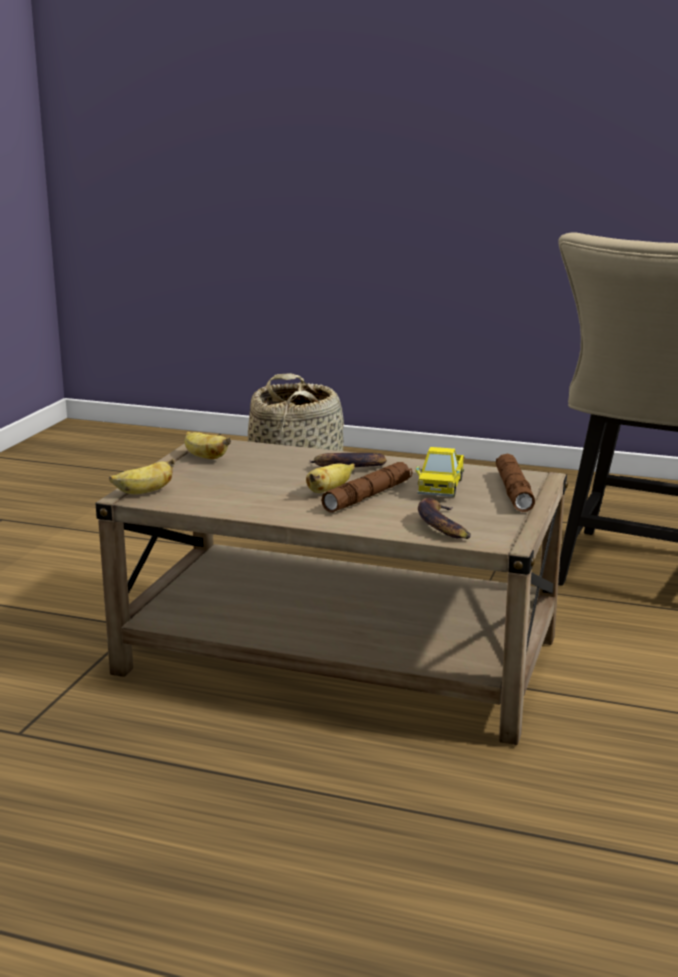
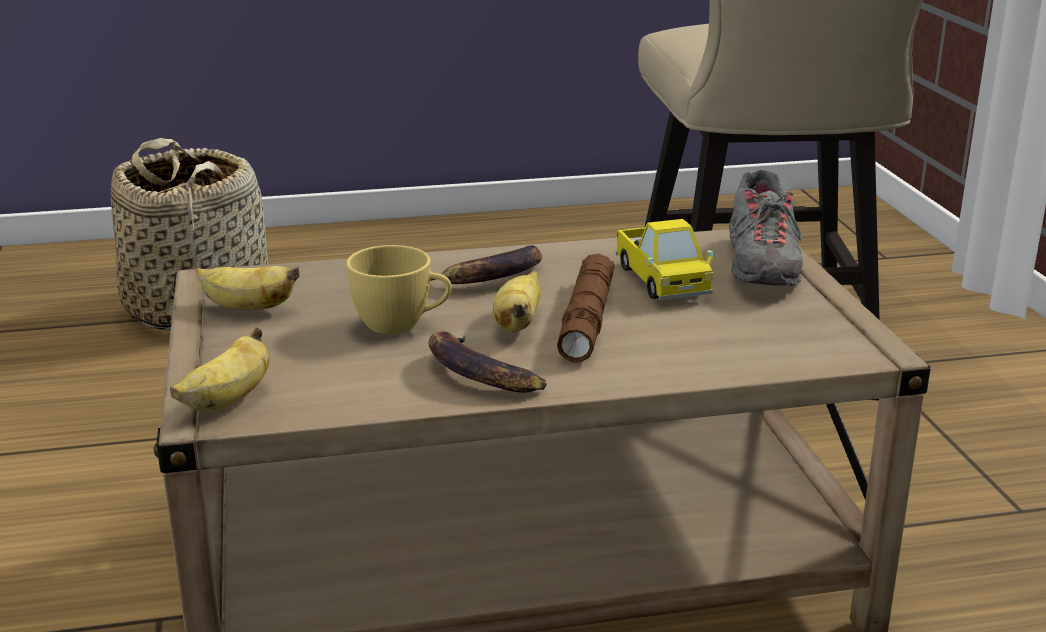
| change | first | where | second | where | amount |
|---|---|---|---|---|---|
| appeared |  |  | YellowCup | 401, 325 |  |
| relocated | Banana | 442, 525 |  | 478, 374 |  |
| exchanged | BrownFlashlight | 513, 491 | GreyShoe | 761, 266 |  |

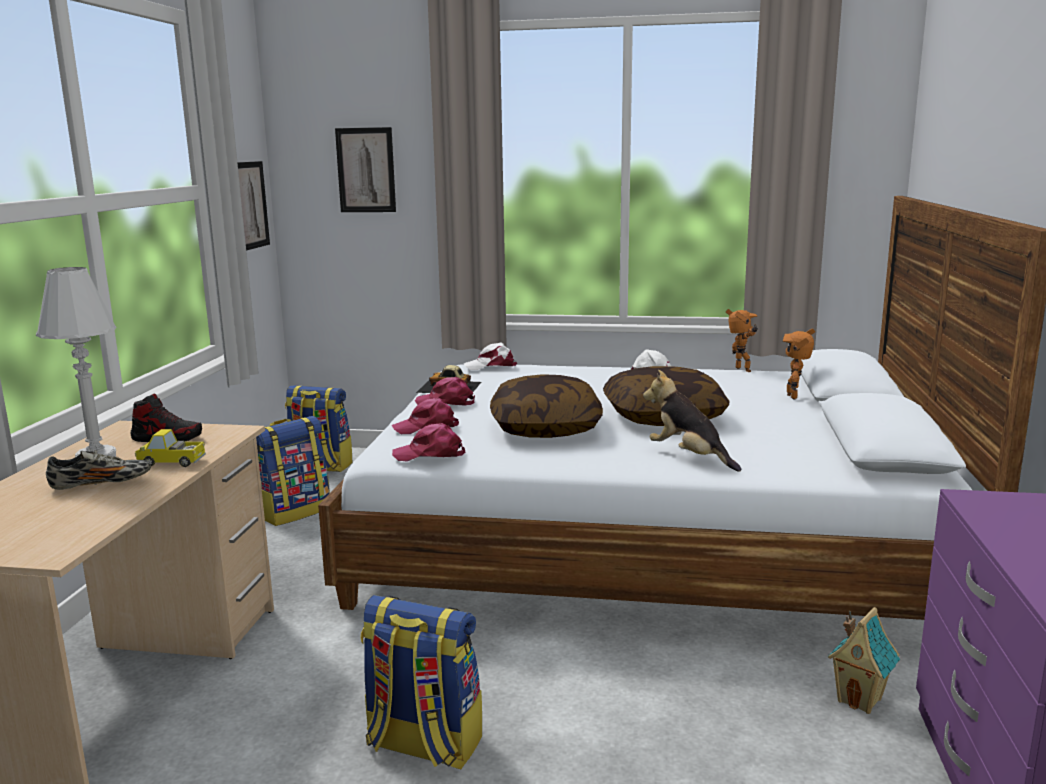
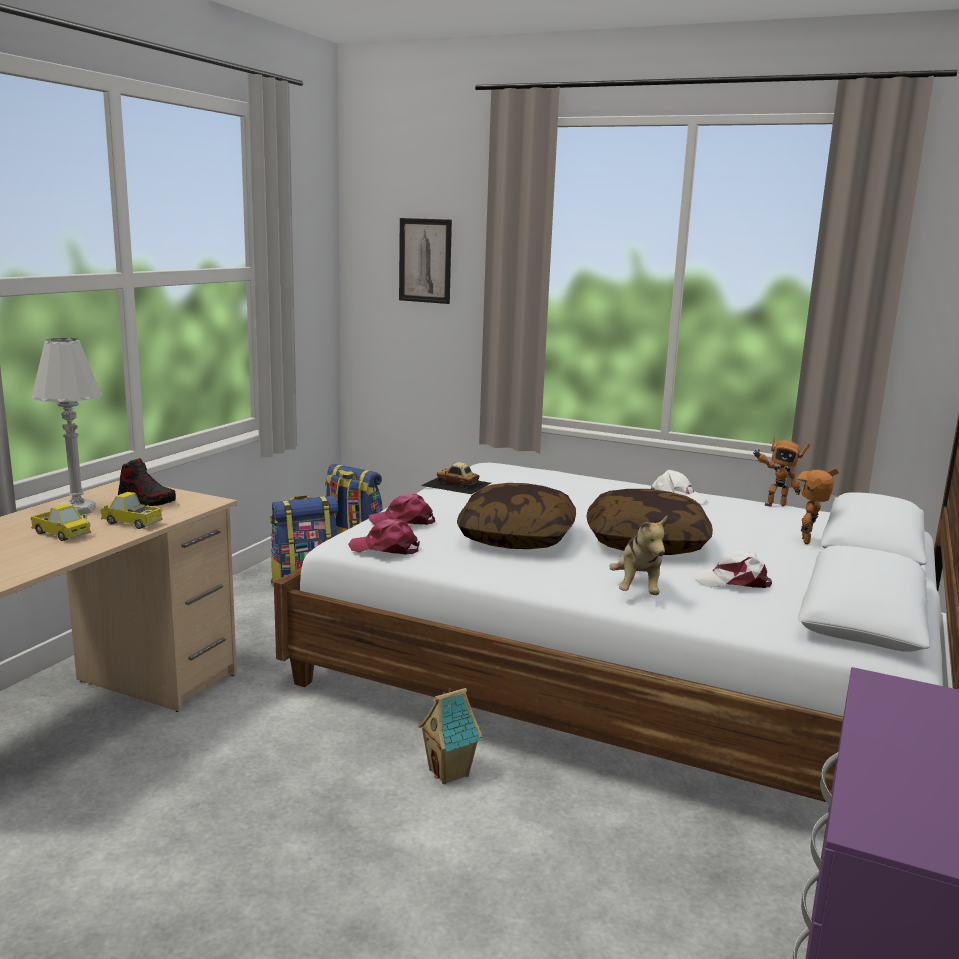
| change | first | where | second | where | amount |
|---|---|---|---|---|---|
| exchanged | Shoe | 101, 484 | ToyTruck | 61, 534 |  |
| relocated | ToyHouse | 860, 700 |  | 450, 772 |  |
| spun | PlushToy | 689, 457 |  | 637, 589 | 150 degrees counterclockwise |
| relocated | WhiteCap | 491, 366 |  | 733, 582 |  |
| spun | ToyRobot | 741, 370 |  | 774, 504 | 105 degrees clockwise |
| missing | Picture | 251, 205 |  |  |  |
| missing | Backpack | 422, 744 |  |  |  |
| missing | PinkCap | 446, 402 |  |  |  |

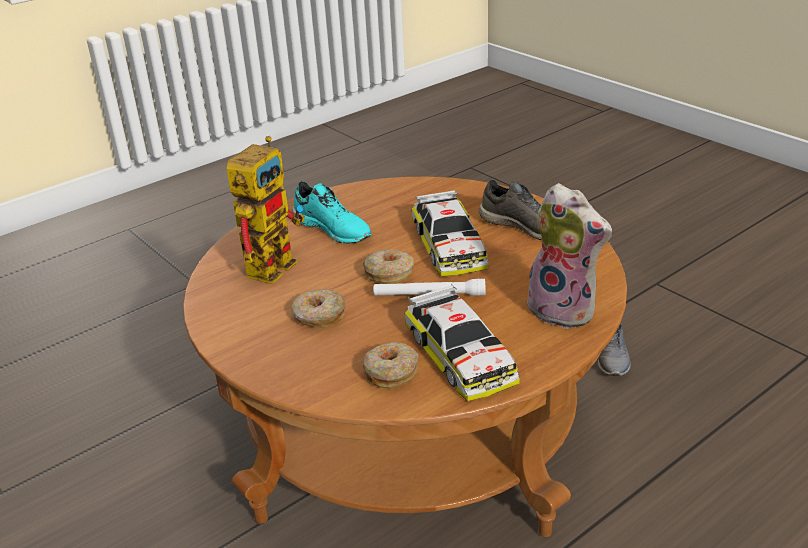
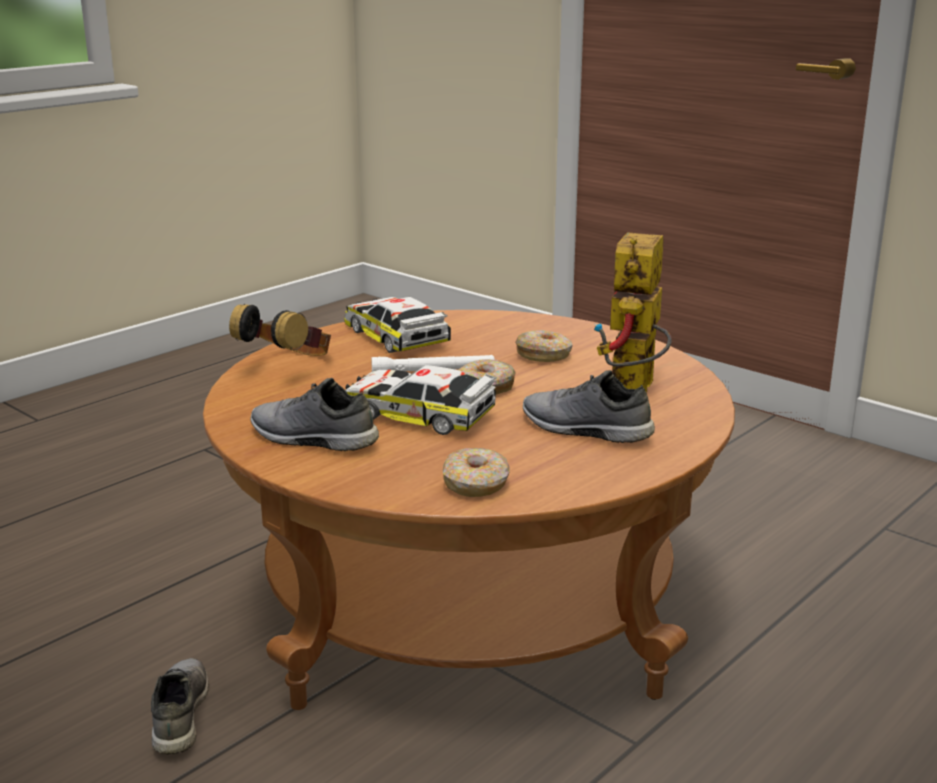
| change | first | where | second | where | amount |
|---|---|---|---|---|---|
| exchanged | PlushToy | 565, 310 | Headphones | 288, 366 |  |
| spun | ToyCar | 449, 246 |  | 417, 415 | 45 degrees counterclockwise |
| relocated | Donut | 391, 372 |  | 476, 484 |  |
| colour | TurquoiseShoe | 333, 229 | GreyShoe | 584, 430 |  |

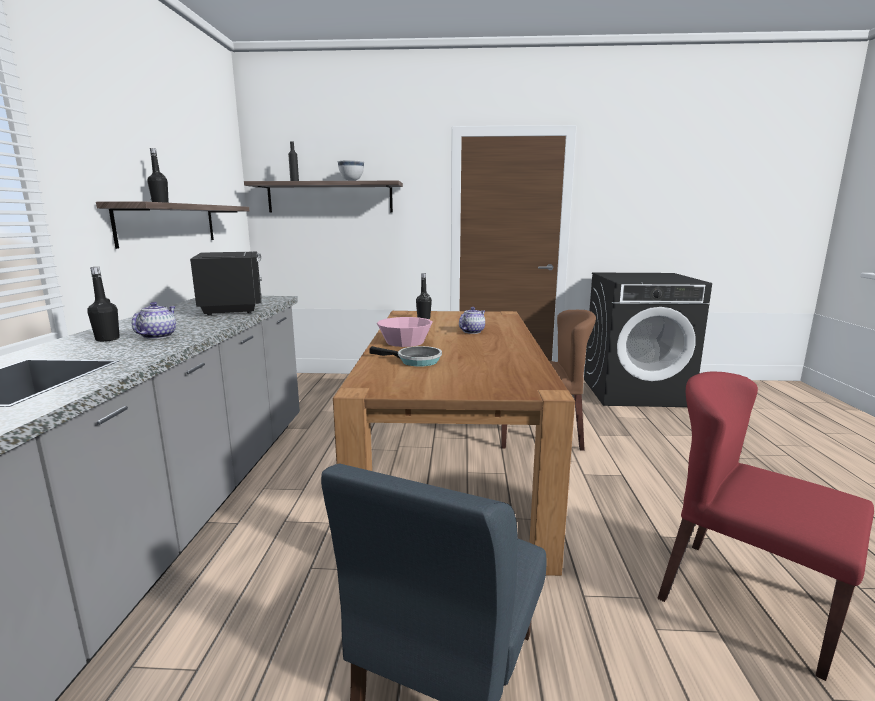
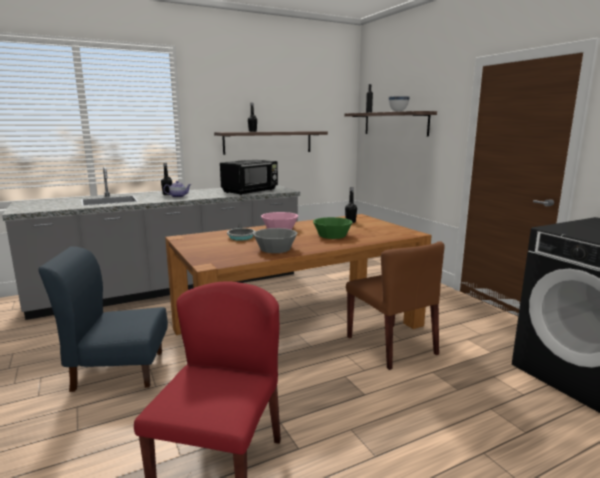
| change | first | where | second | where | amount |
|---|---|---|---|---|---|
| appeared |  |  | GreyBowl | 275, 249 |  |
| exchanged | Teapot | 472, 331 | GreenBowl | 332, 235 |  |

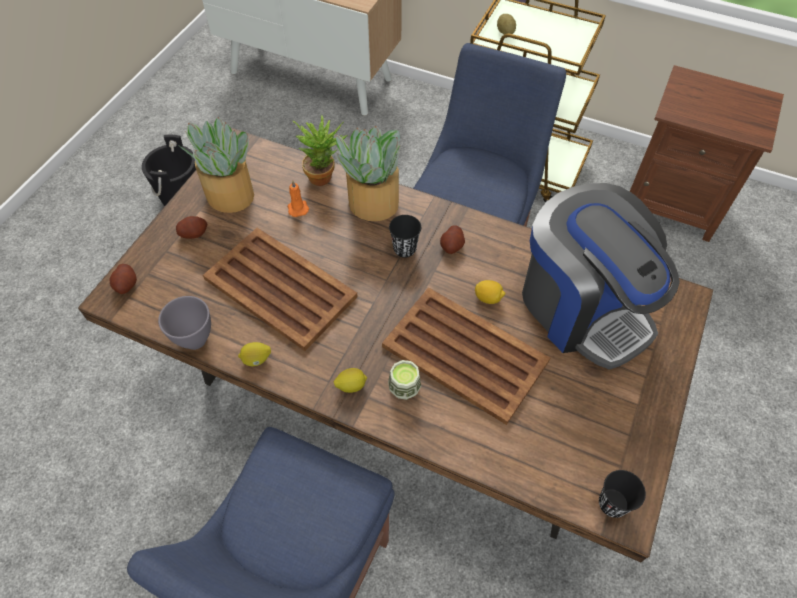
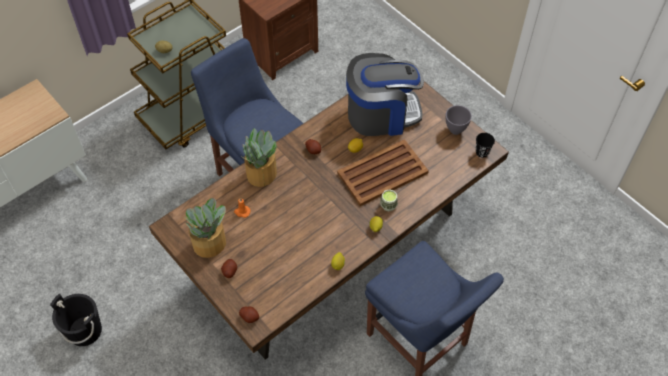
| change | first | where | second | where | amount |
|---|---|---|---|---|---|
| relocated | GreyBowl | 195, 339 |  | 455, 130 |  |
| missing | BrownTray | 279, 287 |  |  |  |
| missing | PottedPlant | 324, 175 |  |  |  |
| missing | BlackCup | 404, 249 |  |  |  |

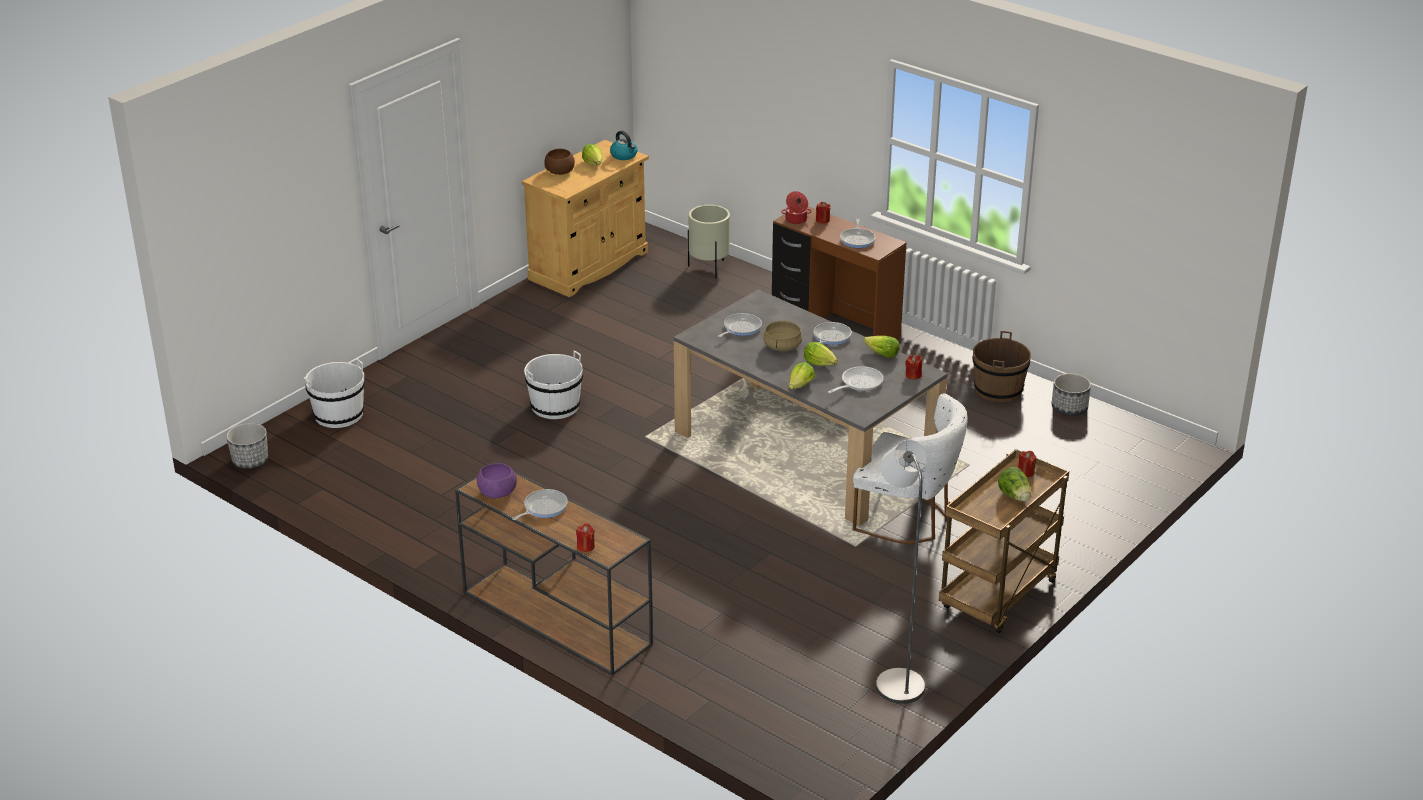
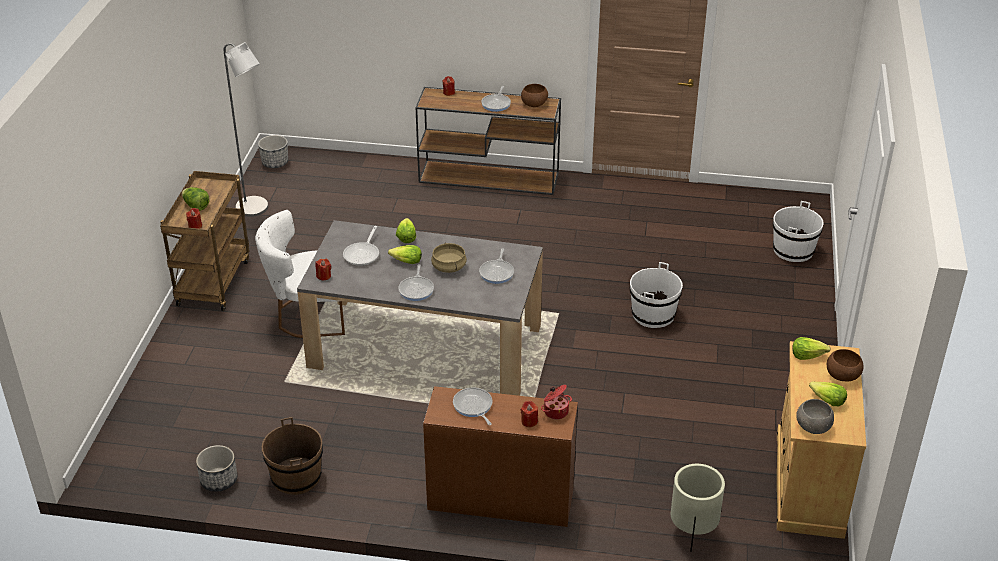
| change | first | where | second | where | amount |
|---|---|---|---|---|---|
| relocated | Planter | 250, 461 |  | 275, 163 |  |
| colour | PurpleBowl | 497, 492 | BrownBowl | 534, 103 |  |
| relocated | Lettuce | 881, 354 |  | 807, 355 |  |
| exchanged | Kettle | 624, 155 | GreyBowl | 813, 426 |  |

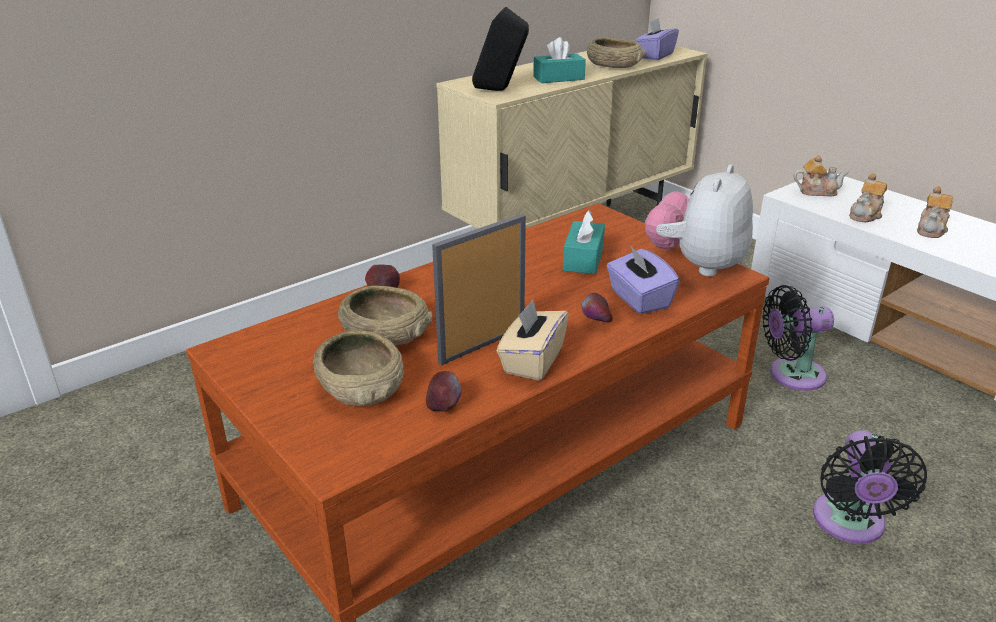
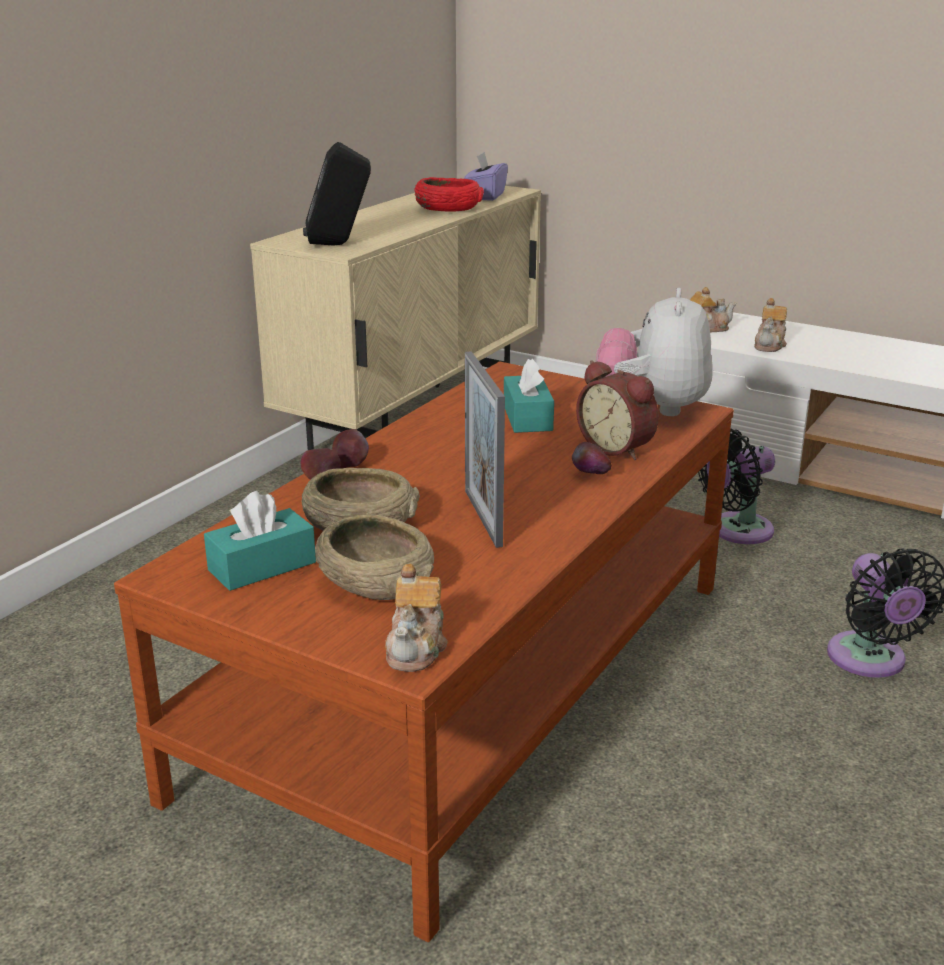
| change | first | where | second | where | amount |
|---|---|---|---|---|---|
| relocated | TurquoiseTissueBox | 558, 78 |  | 262, 566 |  |
| relocated | Apple | 443, 406 |  | 350, 464 |  |
| relocated | Teapot | 931, 230 |  | 417, 648 |  |
| colour | BeigeBowl | 613, 65 | RedBowl | 448, 209 |  |
| spun | PictureFrame | 482, 345 |  | 483, 517 | 45 degrees counterclockwise |
| exchanged | PurpleTissueBox | 639, 299 | AlarmClock | 618, 448 |  |
| missing | BeigeTissueBox | 532, 361 |  |  |  |

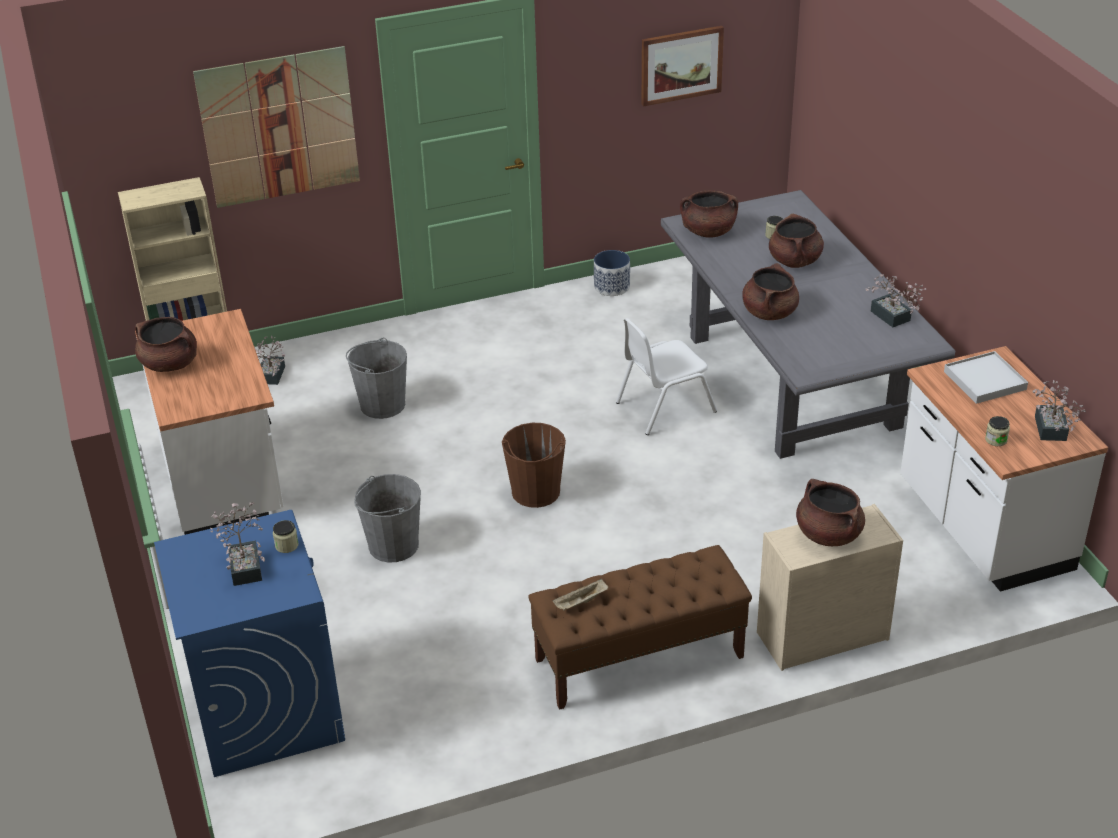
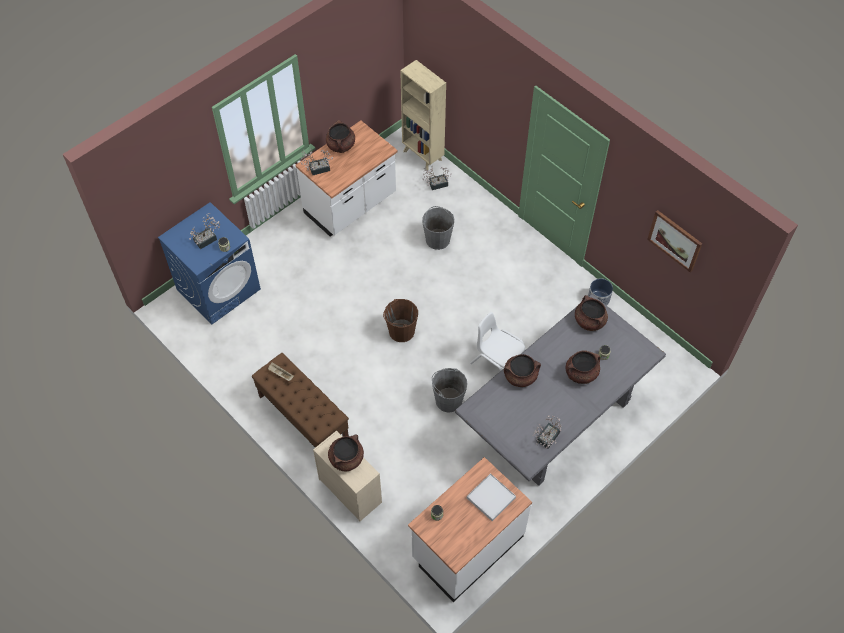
| change | first | where | second | where | amount |
|---|---|---|---|---|---|
| relocated | PottedPlant | 1050, 431 |  | 317, 169 |  |
| relocated | GreyBucket | 393, 545 |  | 448, 400 |  |
| missing | Picture | 279, 127 |  |  |  |

